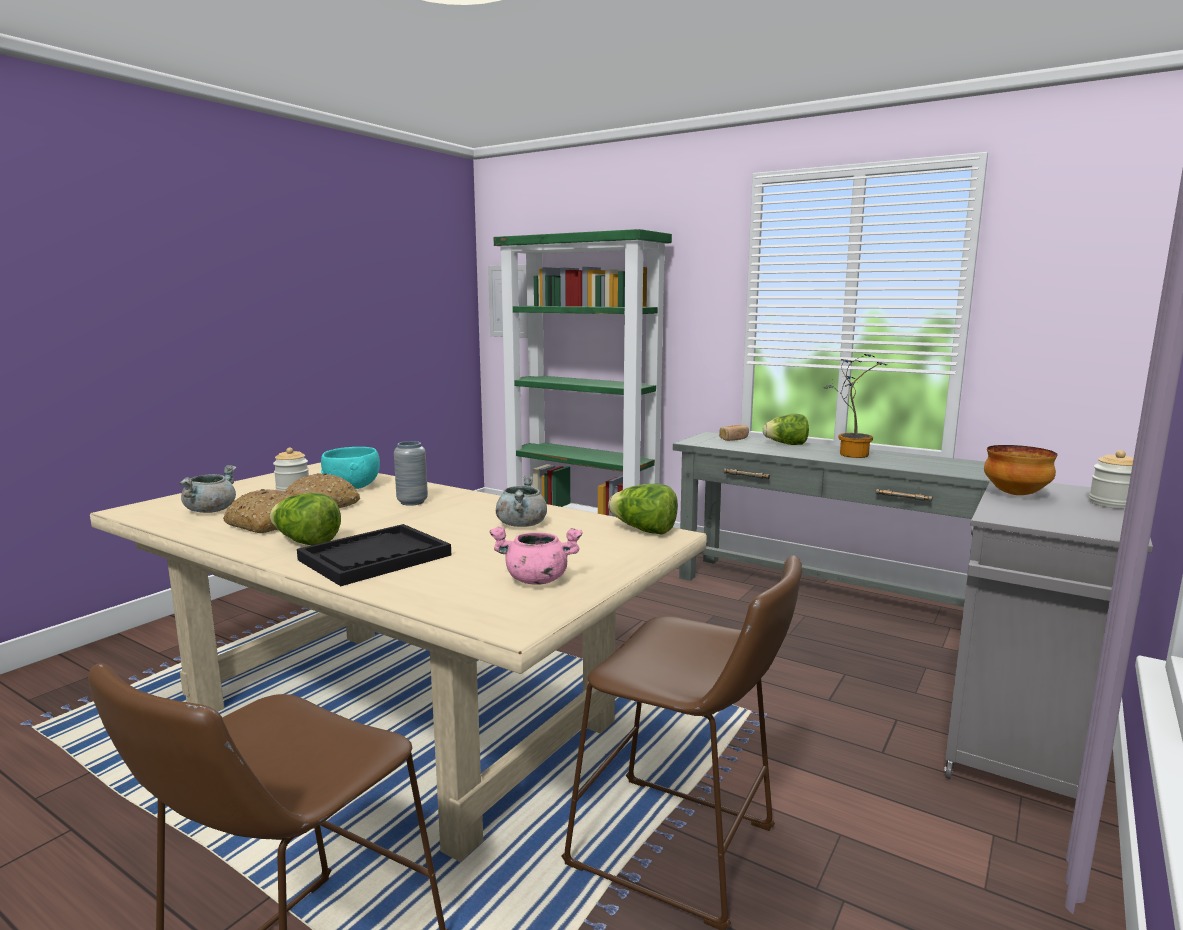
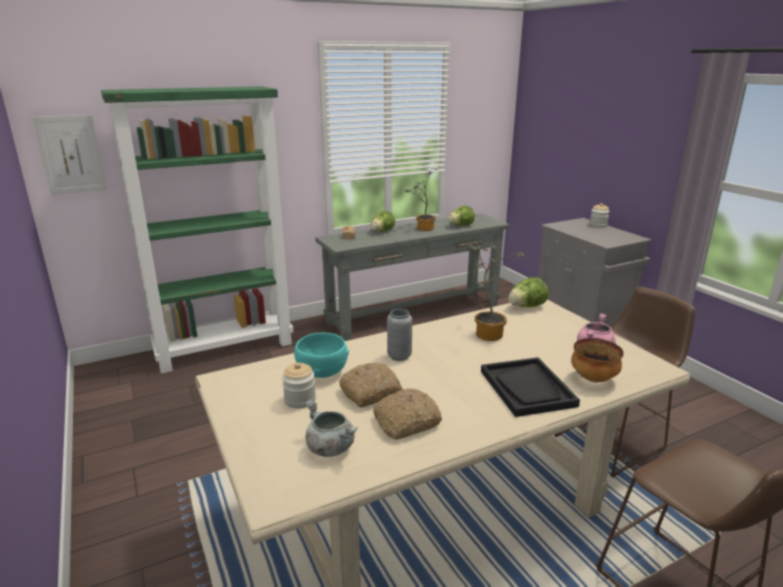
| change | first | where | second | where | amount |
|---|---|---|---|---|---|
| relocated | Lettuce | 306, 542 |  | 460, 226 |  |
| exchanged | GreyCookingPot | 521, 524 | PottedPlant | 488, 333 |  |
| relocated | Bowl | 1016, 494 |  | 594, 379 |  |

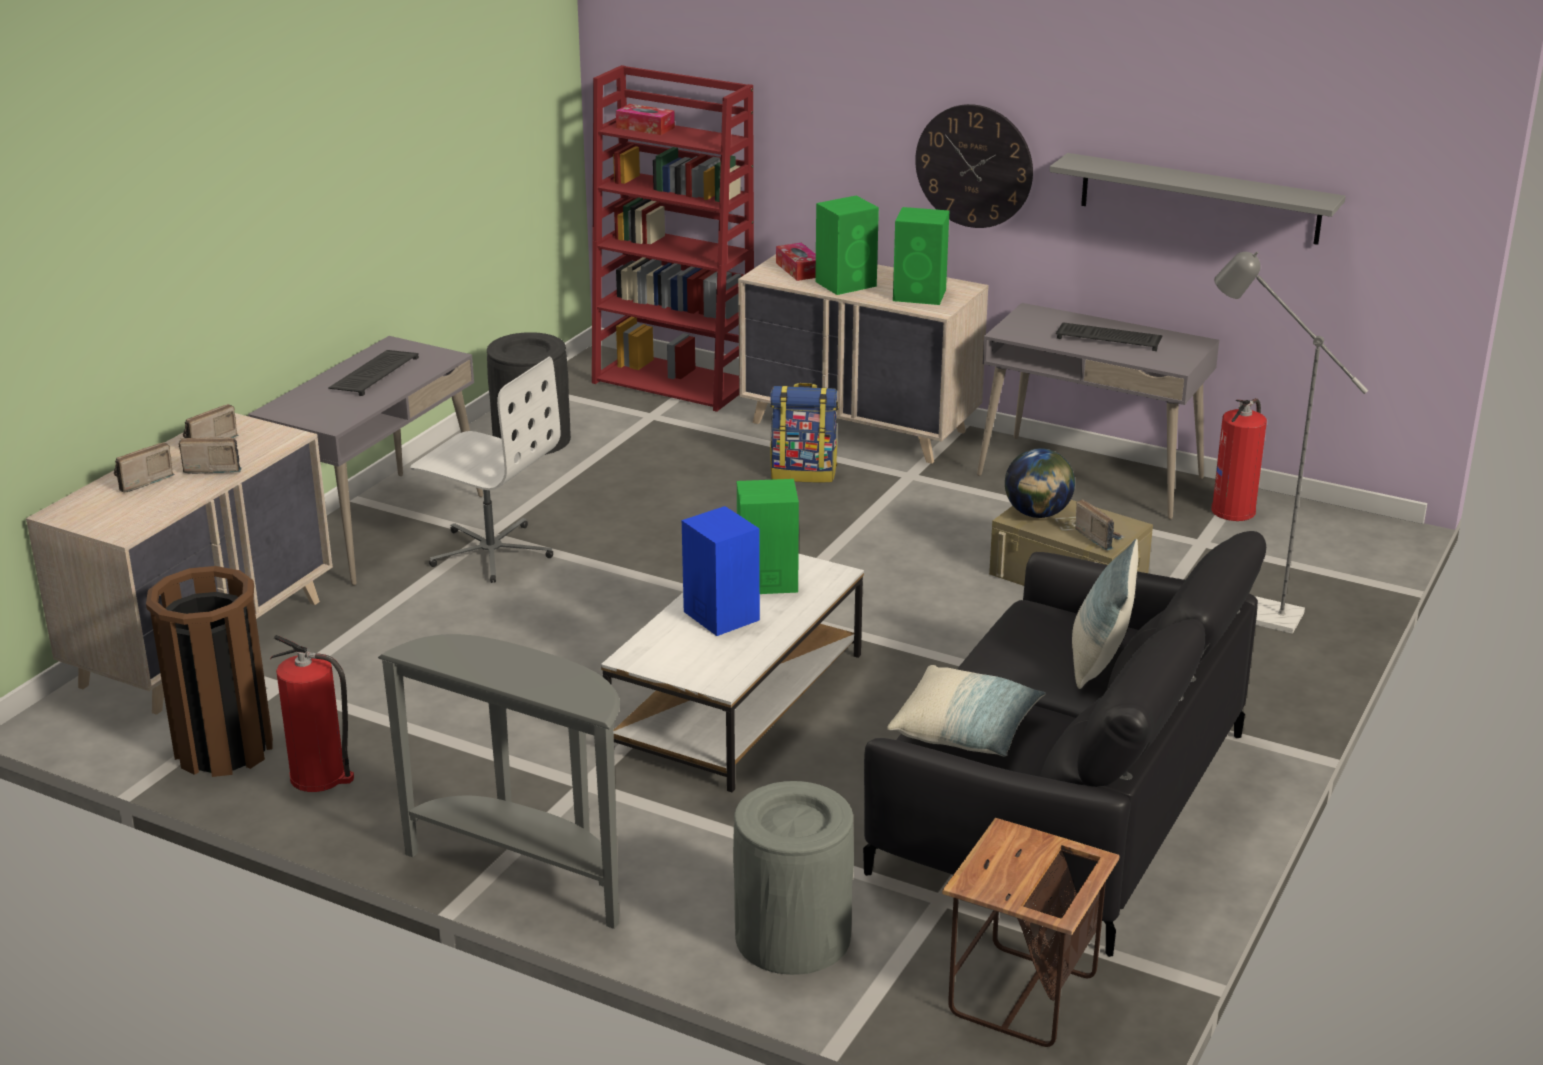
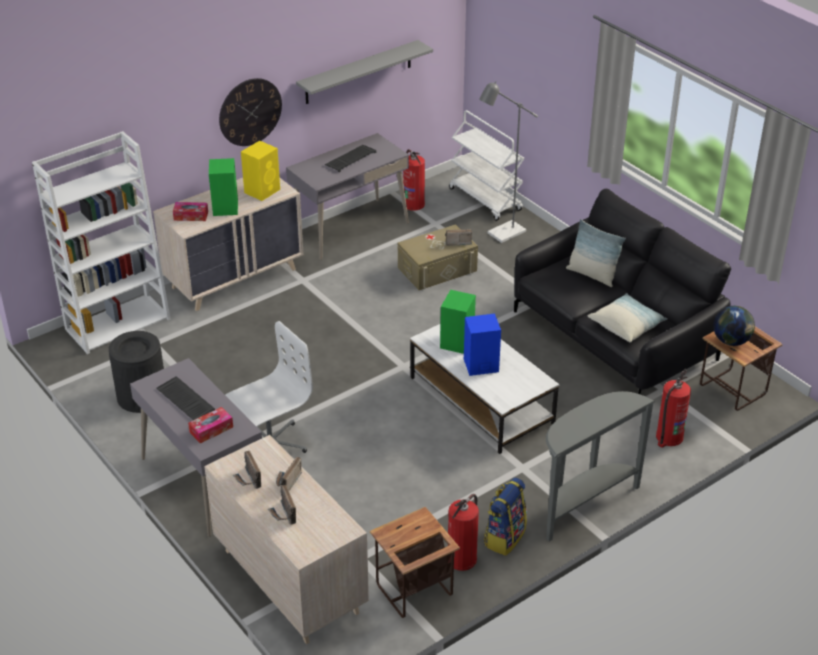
| change | first | where | second | where | amount |
|---|---|---|---|---|---|
| colour | RedBookcase | 675, 383 | WhiteBookcase | 118, 323 |  |
| relocated | TissueBox | 645, 128 |  | 211, 429 |  |
| colour | GreenSpeaker | 921, 295 | YellowSpeaker | 263, 190 |  |
| exchanged | BrownTrashCan | 223, 749 | SideTable | 413, 591 |  |
| appeared |  |  | WhiteCart | 486, 199 |  |
| relocated | Backpack | 804, 473 |  | 504, 537 |  |
| exchanged | GreyTrashCan | 793, 936 | FireExtinguisher | 668, 437 |  |
| relocated | Globe | 1037, 514 |  | 731, 341 |  |

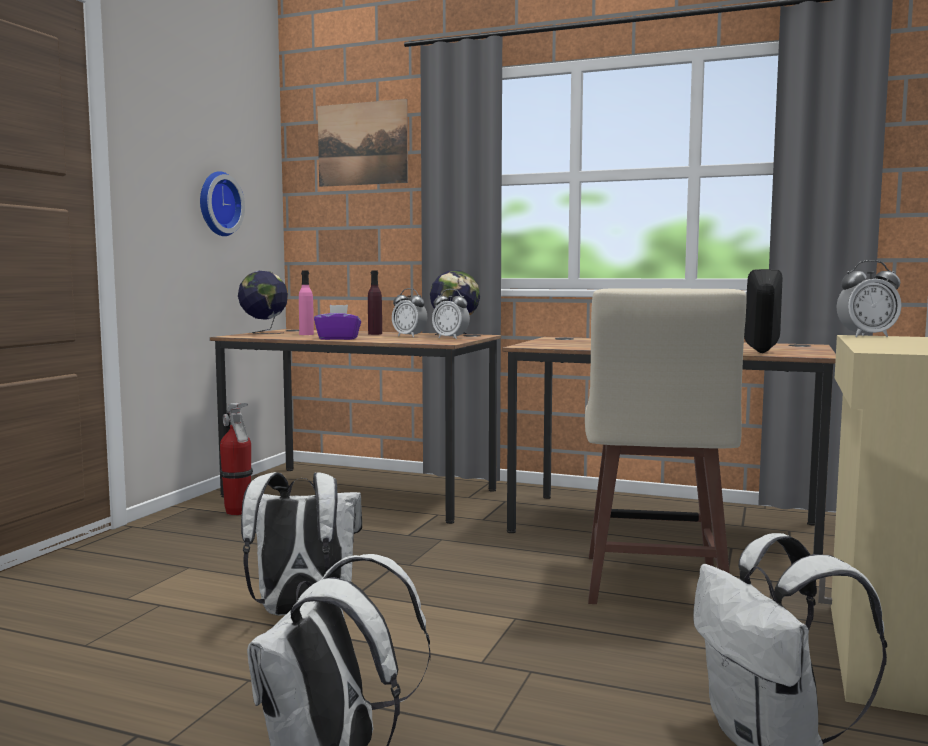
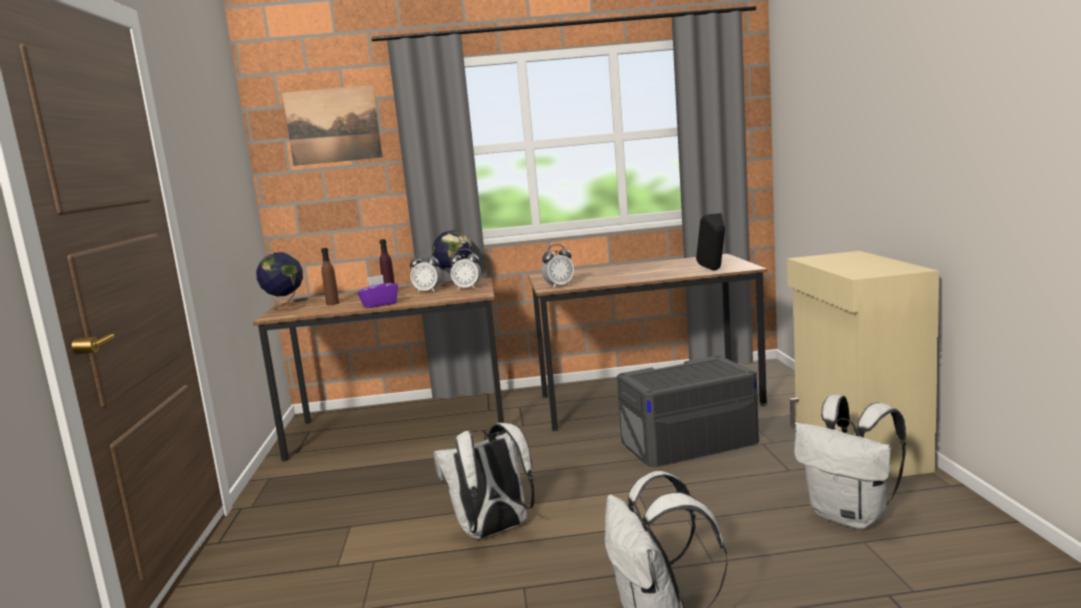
| change | first | where | second | where | amount |
|---|---|---|---|---|---|
| colour | PinkBottle | 306, 334 | BrownBottle | 332, 303 |  |
| relocated | AlarmClock | 866, 336 |  | 559, 286 |  |
| exchanged | BeigeStool | 653, 585 | GreyStorageBox | 688, 442 |  |
| missing | WallClock | 217, 204 |  |  |  |
| missing | FireExtinguisher | 238, 512 |  |  |  |

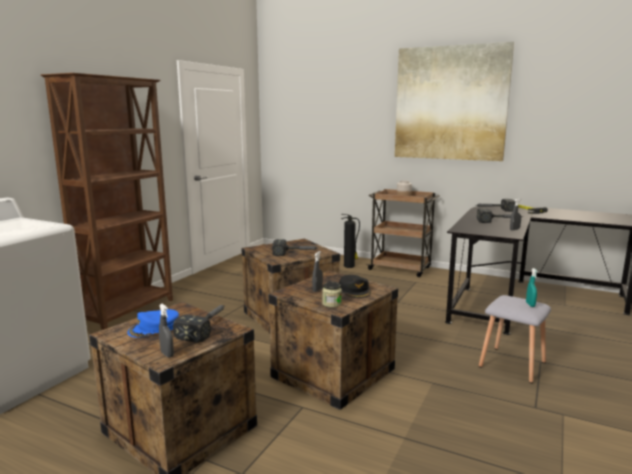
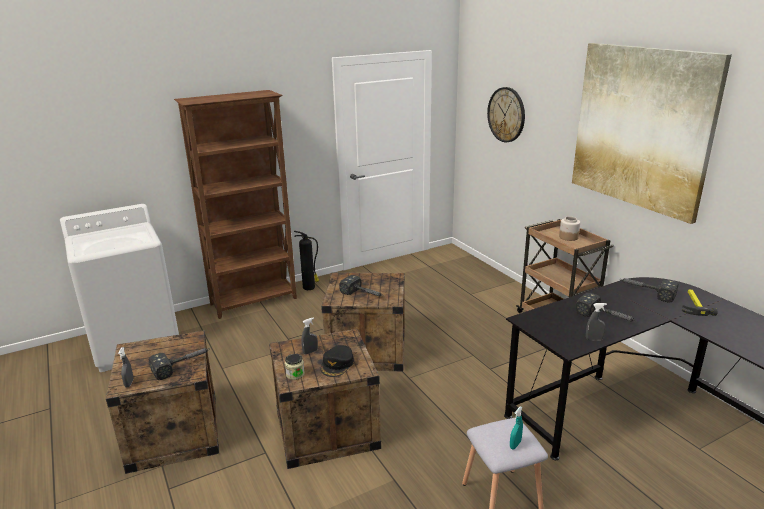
| change | first | where | second | where | amount |
|---|---|---|---|---|---|
| relocated | FireExtinguisher | 349, 266 |  | 309, 287 |  |
| appeared |  |  | WallClock | 506, 114 |  |
| missing | BlueCap | 154, 328 |  |  |  |

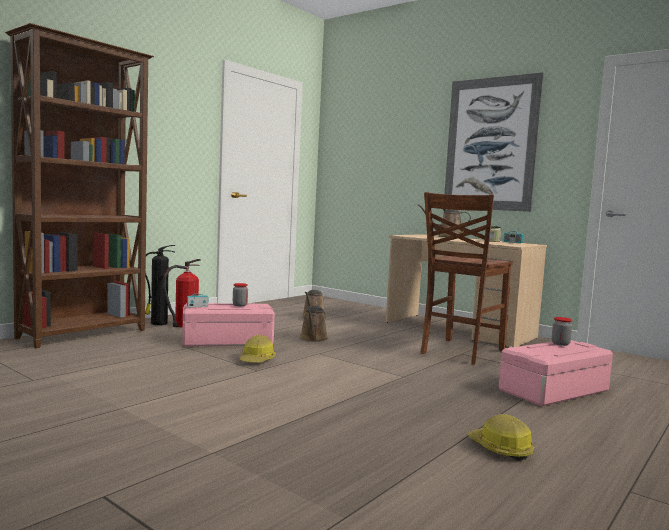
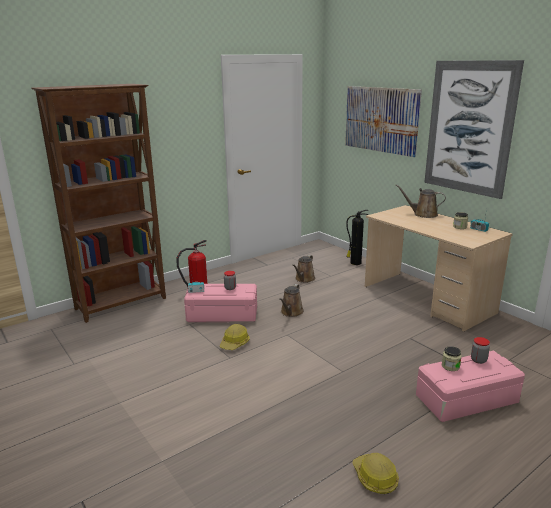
| change | first | where | second | where | amount |
|---|---|---|---|---|---|
| appeared |  |  | Picture | 381, 119 |  |
| relocated | FireExtinguisher | 158, 323 |  | 355, 263 |  |
| appeared |  |  | Jar | 450, 366 |  |
| missing | BrownChair | 460, 352 |  |  |  |

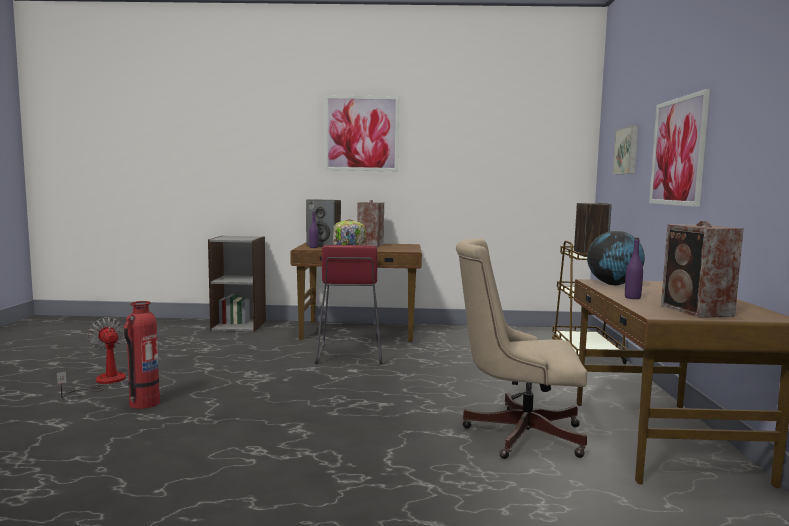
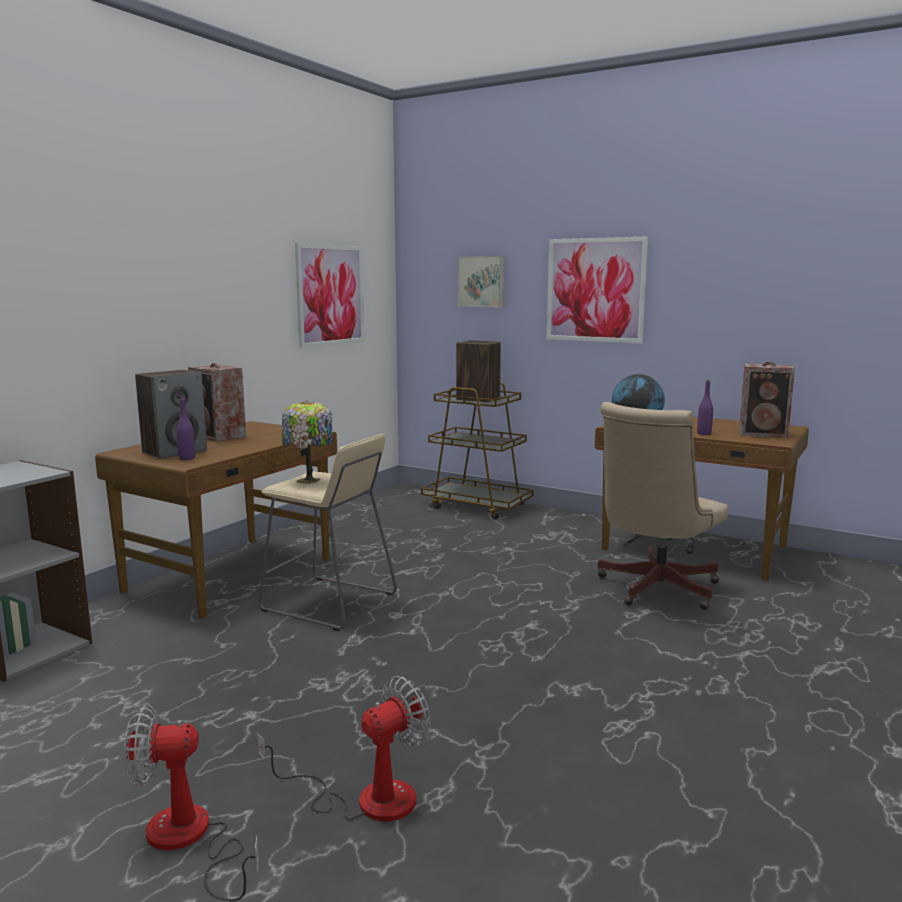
| change | first | where | second | where | amount |
|---|---|---|---|---|---|
| exchanged | FireExtinguisher | 143, 403 | Fan | 366, 798 |  |
| colour | RedStool | 349, 354 | BeigeStool | 329, 603 |  |
| relocated | Picture | 361, 133 |  | 330, 295 |  |

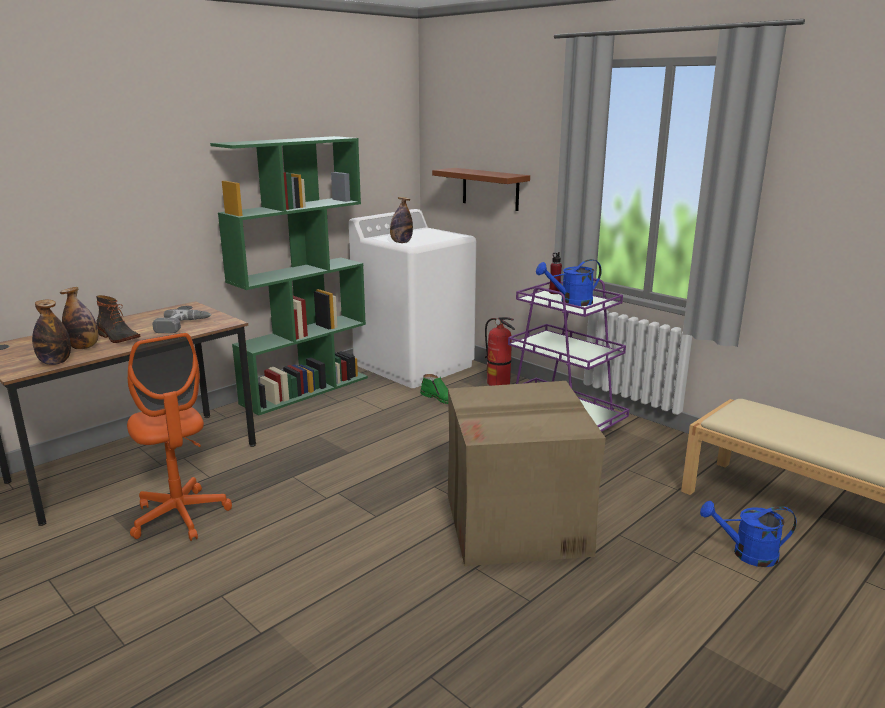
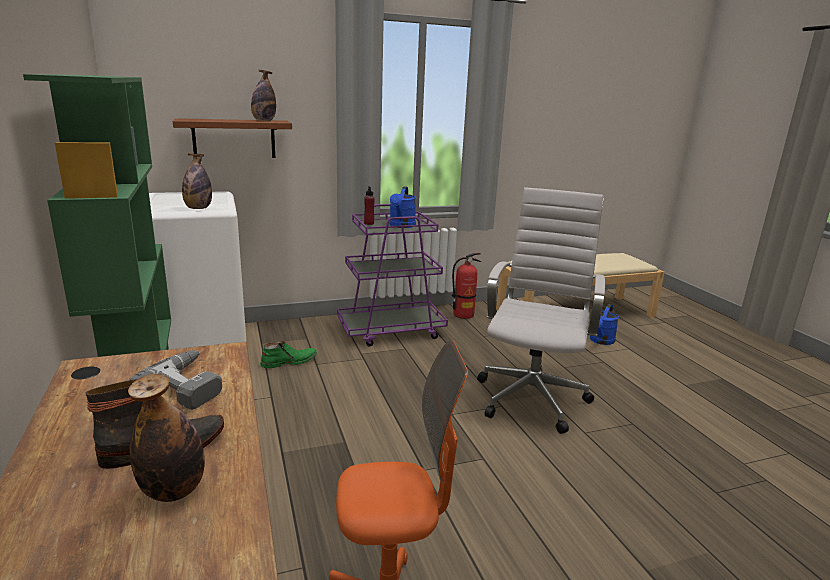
| change | first | where | second | where | amount |
|---|---|---|---|---|---|
| relocated | Bottle | 55, 362 |  | 264, 121 |  |
| relocated | FireExtinguisher | 498, 383 |  | 463, 315 |  |
| exchanged | CardboardBox | 517, 523 | WhiteOfficeChair | 532, 396 |  |

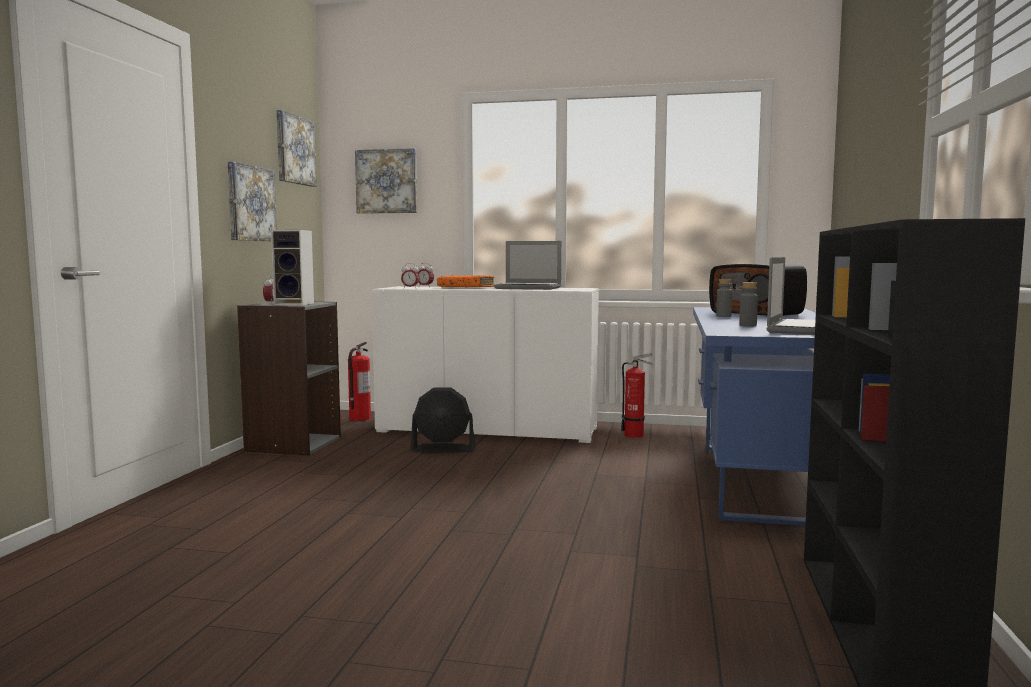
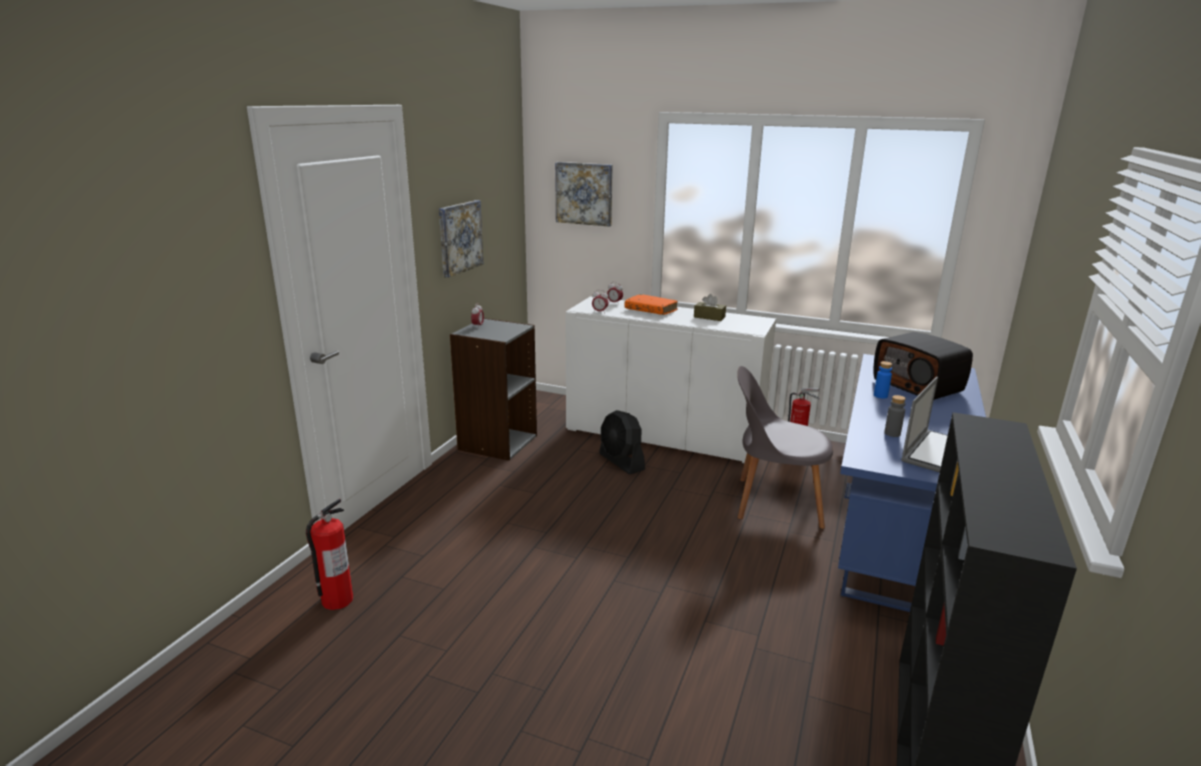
| change | first | where | second | where | amount |
|---|---|---|---|---|---|
| relocated | FireExtinguisher | 359, 418 |  | 337, 600 |  |
| spun | BlackFan | 443, 449 |  | 621, 462 | 45 degrees clockwise |
| exchanged | Laptop | 529, 288 | BrownTissueBox | 709, 317 |  |
| appeared |  |  | GreyChair | 774, 502 |  |
| colour | GreyBottle | 723, 316 | BlueBottle | 880, 396 |  |
| missing | Speaker | 296, 304 |  |  |  |
| missing | Picture | 294, 150 |  |  |  |

